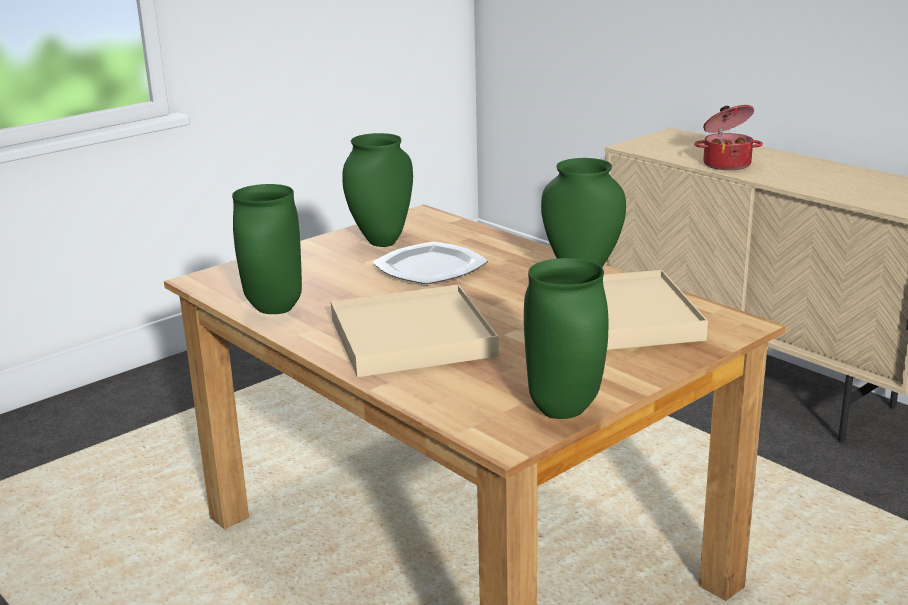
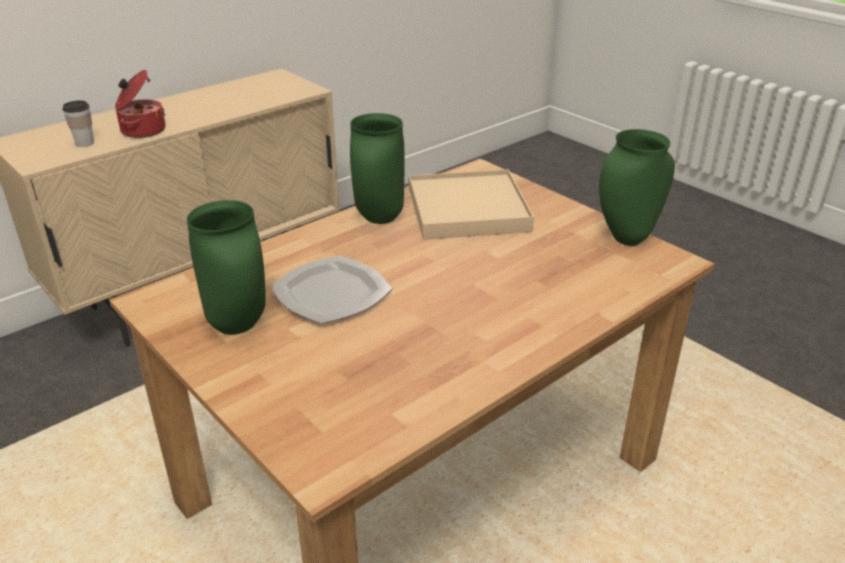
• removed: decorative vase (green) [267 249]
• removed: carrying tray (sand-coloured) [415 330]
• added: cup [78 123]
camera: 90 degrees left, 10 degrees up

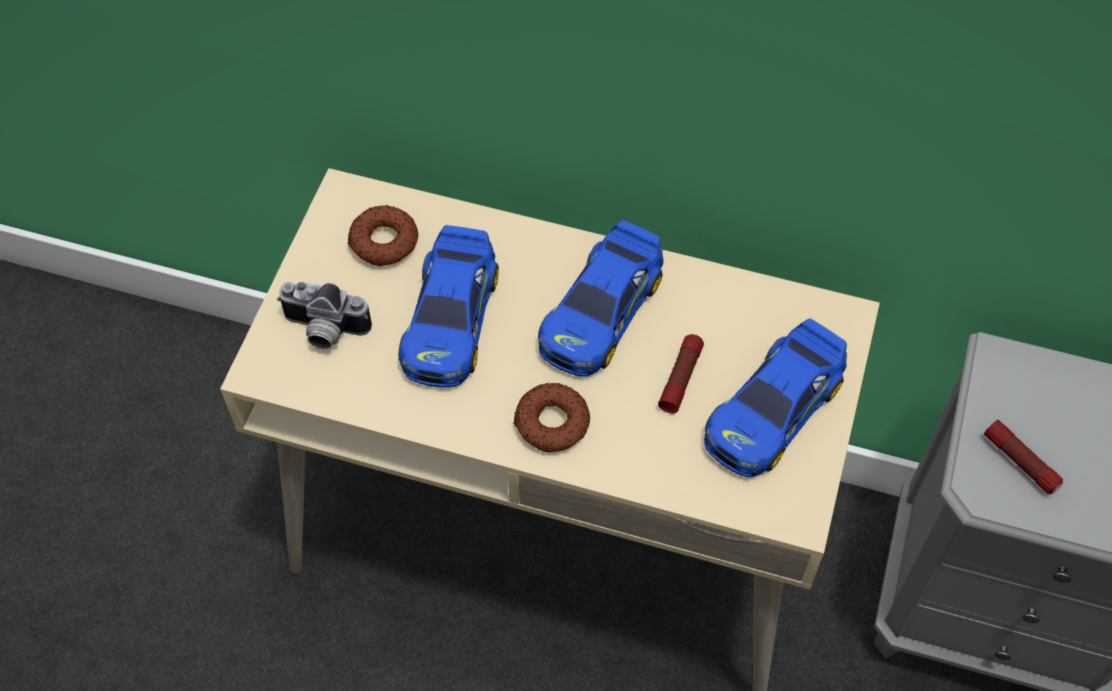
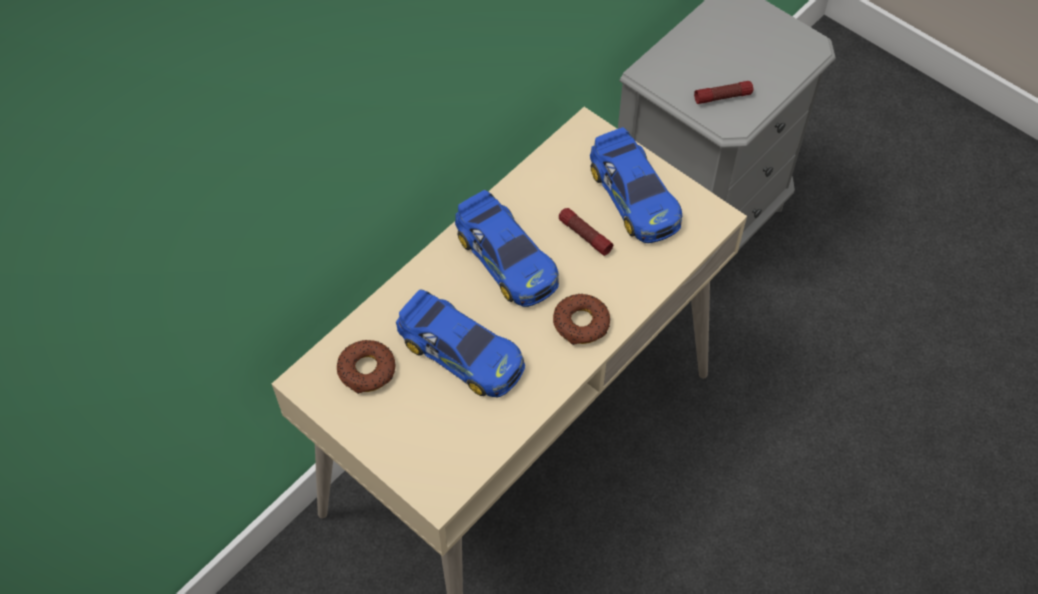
• removed: still camera [324 315]
camera: 65 degrees left, 0 degrees up

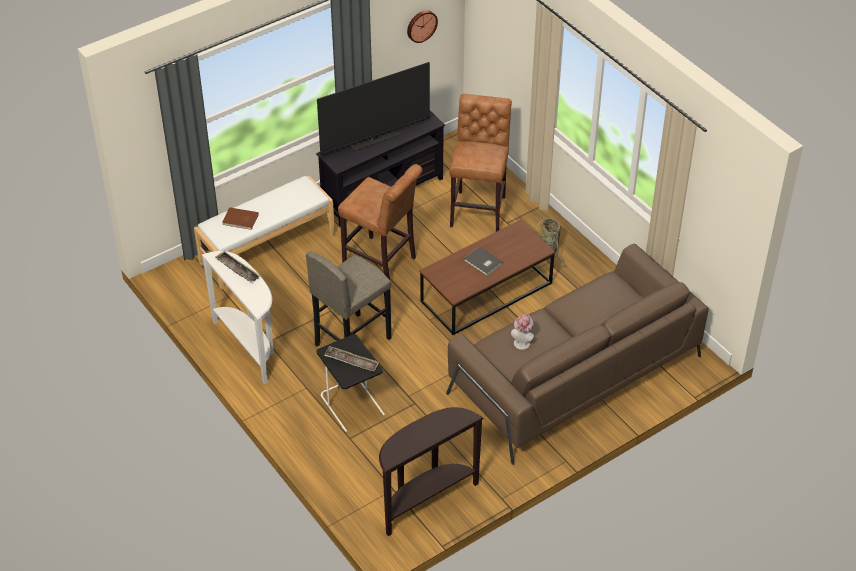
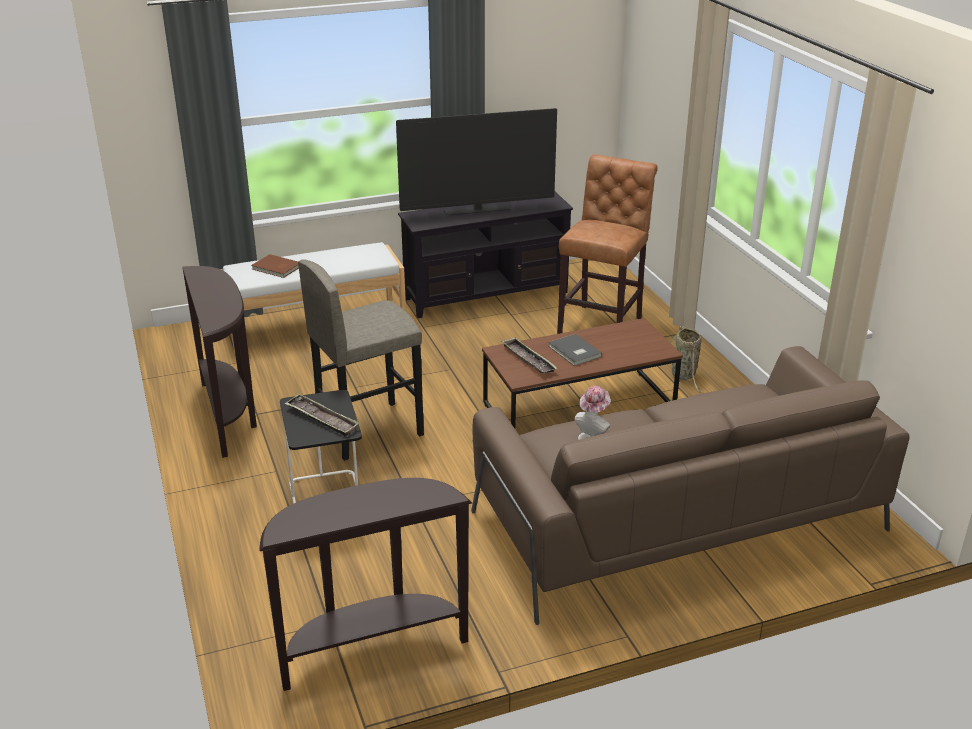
• removed: wall clock [422 26]
• removed: stool seat (brownish) [380 222]
• recoloured: console table (white) [238 317] to console table (brownish) [219 362]
• moved: carrying tray [237 266] to [529 355]
camera: 15 degrees right, 15 degrees down

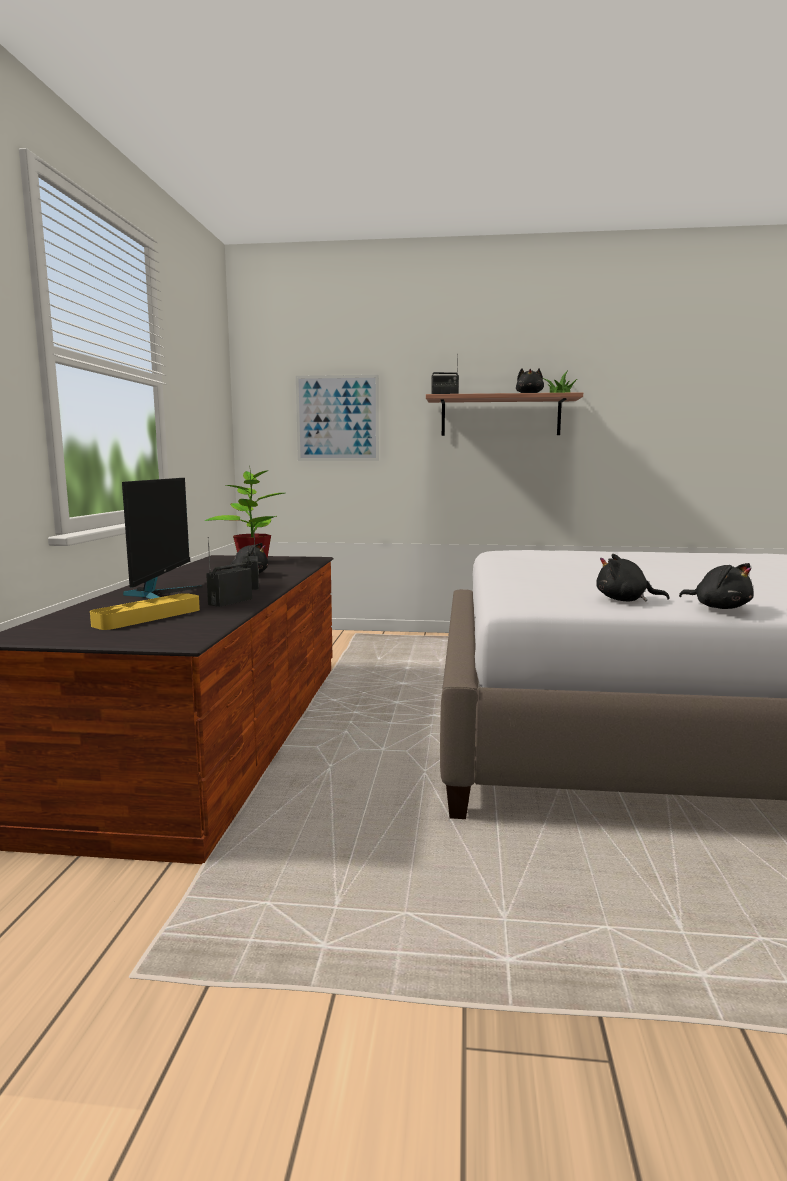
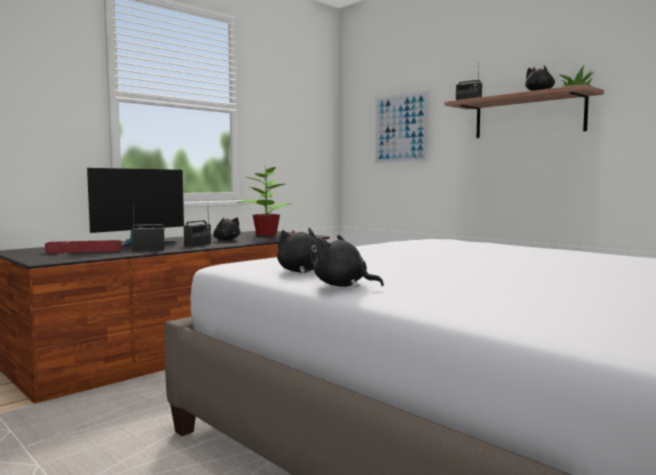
• turned: cuddly toy (black-coloured) [716 586] = [348 261] 120 degrees clockwise
• recoloured: carrying tray (yellowish) [145 611] to carrying tray (red-coloured) [83 246]
camera: 40 degrees right, 5 degrees down

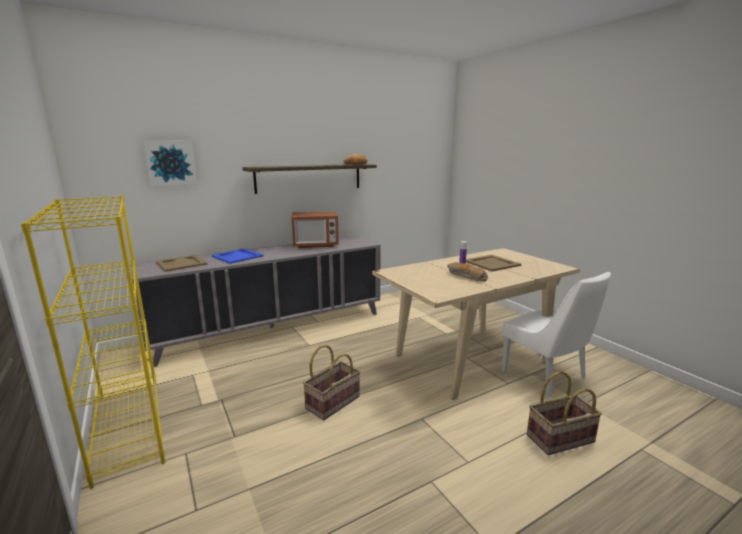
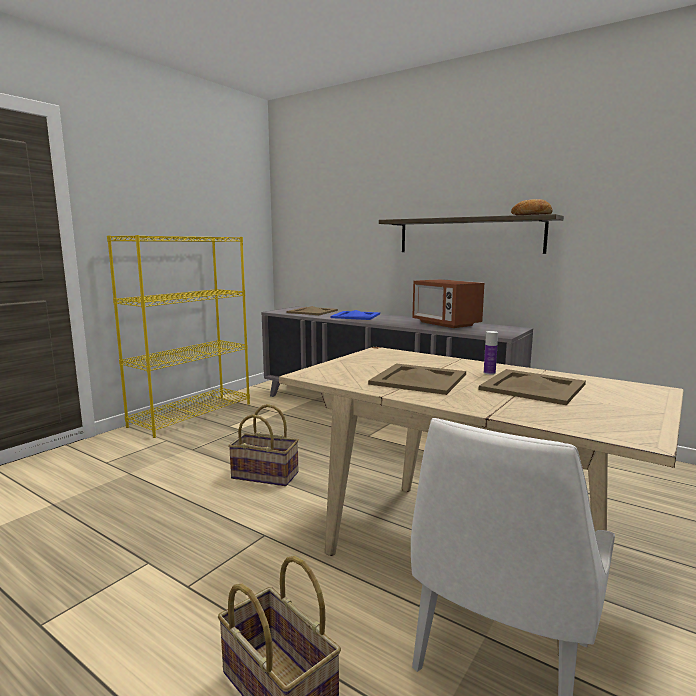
• removed: wall art [170 163]
• replaced: bakery bread [467 271] to carrying tray (sand-coloured) [417 379]
camera: 65 degrees right, 5 degrees down

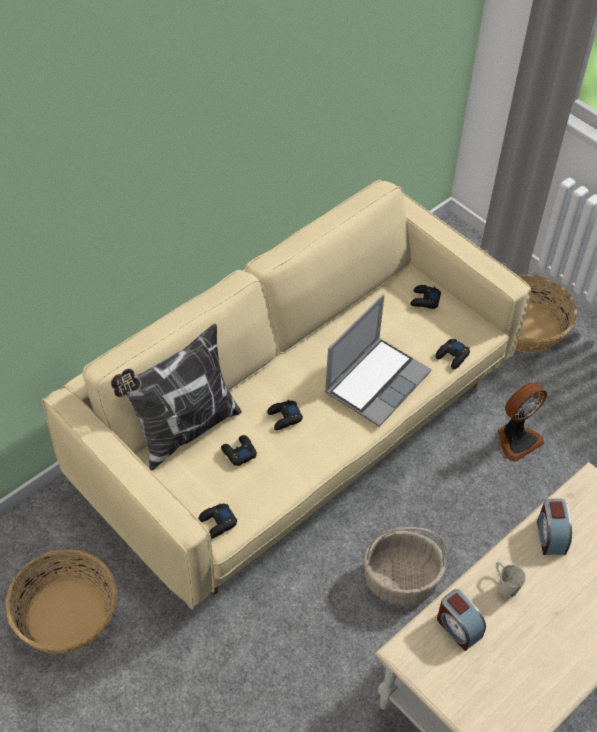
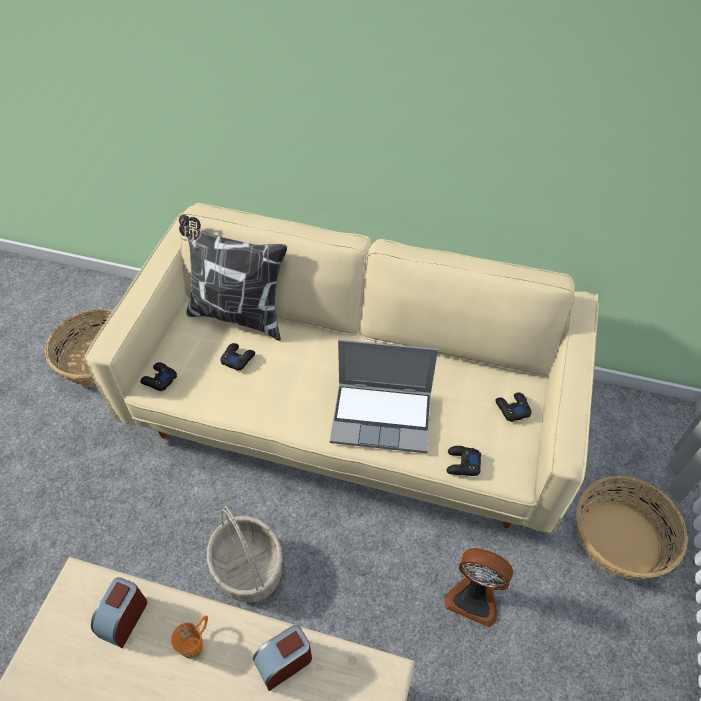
• removed: joypad (black-coloured) [285 415]
• recoloured: tea mug (white) [511 580] to tea mug (orangey) [189 637]
camera: 60 degrees right, 0 degrees up

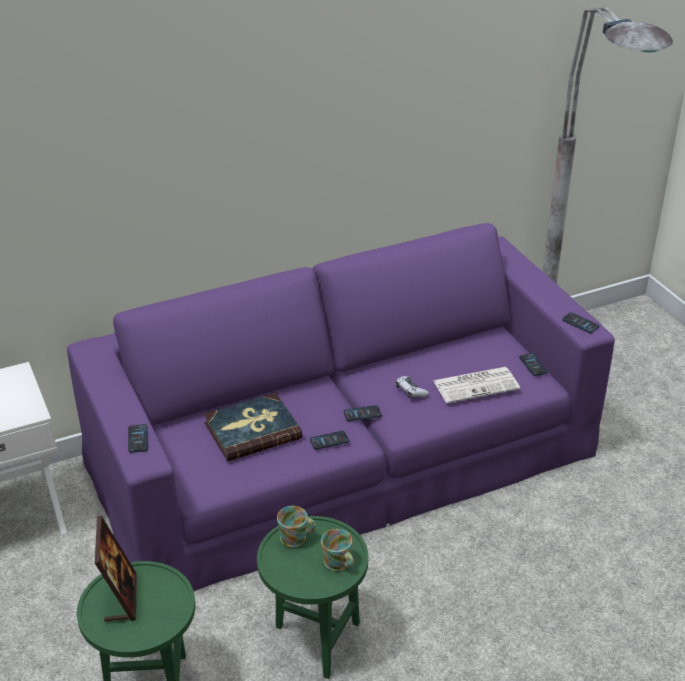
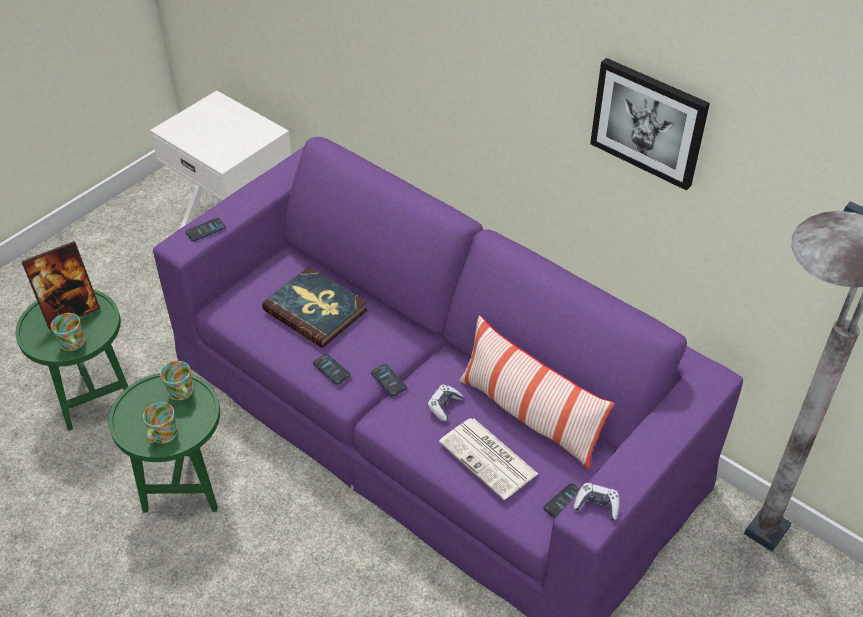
• replaced: phone [580 322] to joypad [597 501]
• added: wall art [650 124]
• added: tea mug [68 332]
• added: cushion [537 392]
camera: 65 degrees right, 10 degrees up

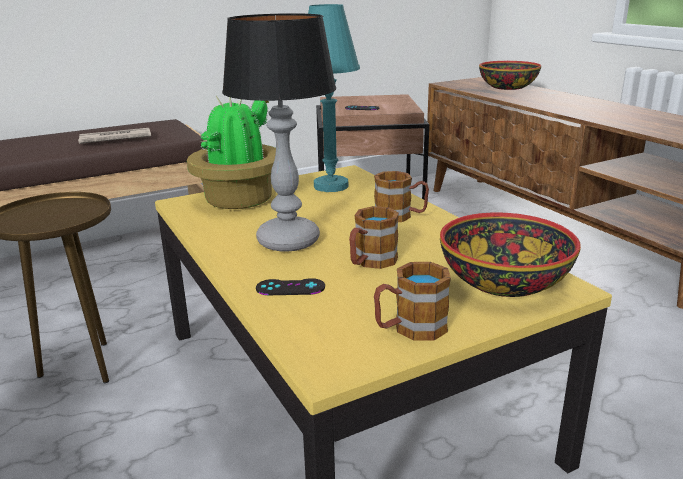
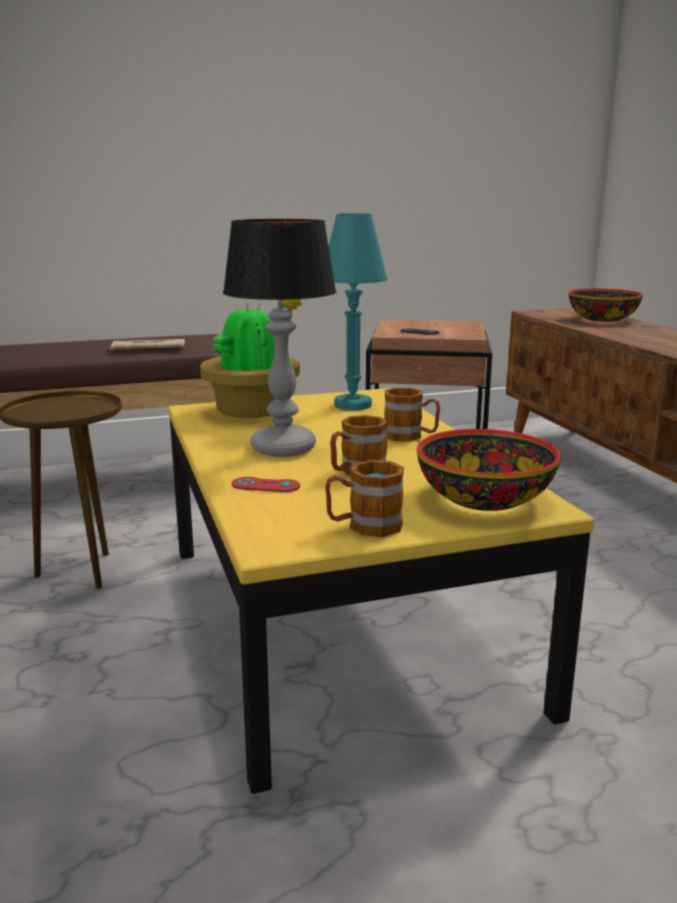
• recoloured: joypad (black-coloured) [290 286] to joypad (red-coloured) [266 484]
camera: 10 degrees right, 5 degrees down

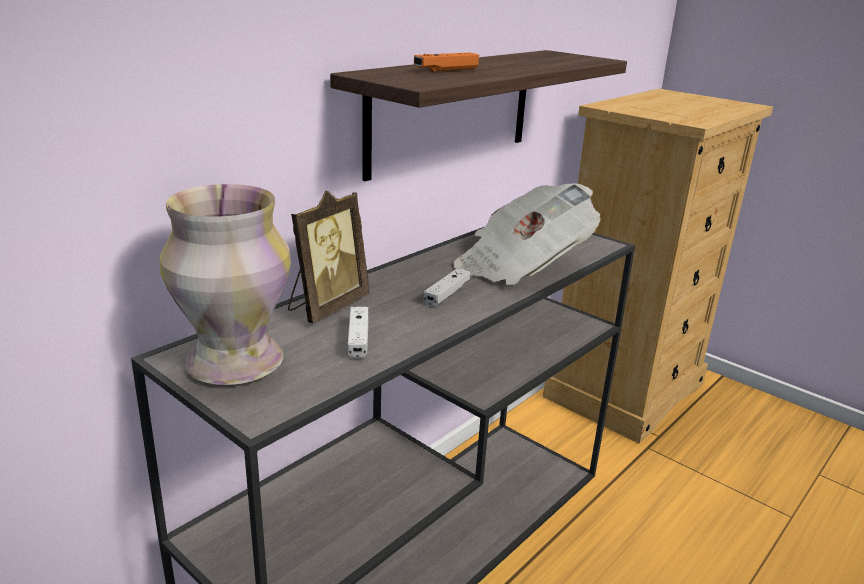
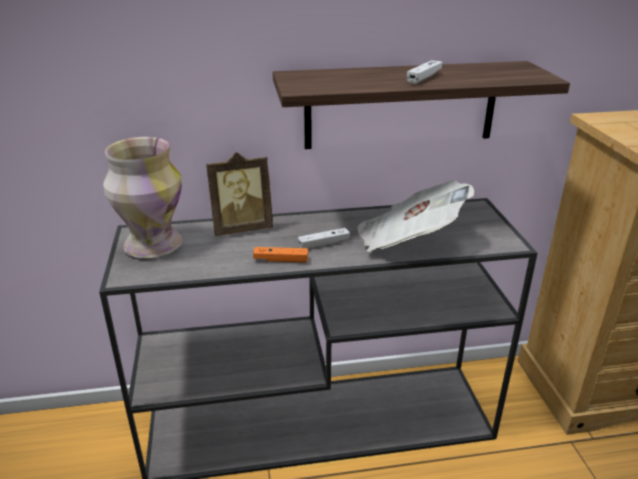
• moved: joypad (orangey) [446 62] to [280 254]
• moved: joypad (white) [358 332] to [425 72]
camera: 40 degrees right, 5 degrees up

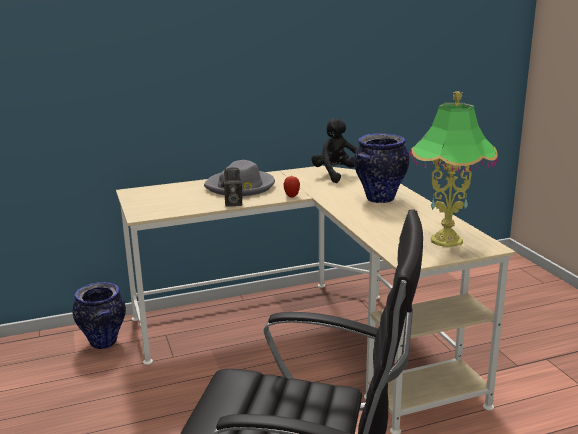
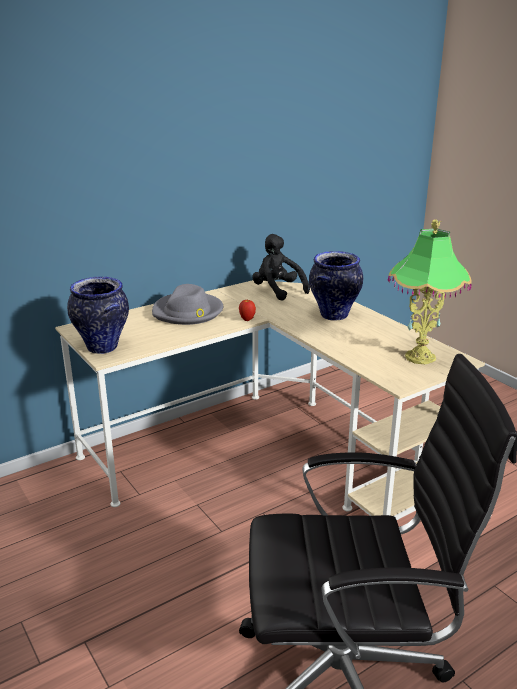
• removed: still camera [232 187]
• moved: decorative vase [99 315] to [98 315]
camera: 15 degrees left, 5 degrees up

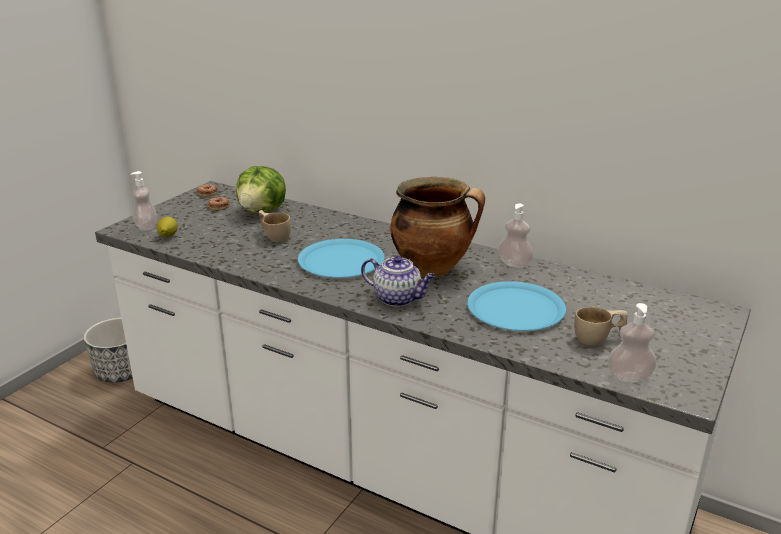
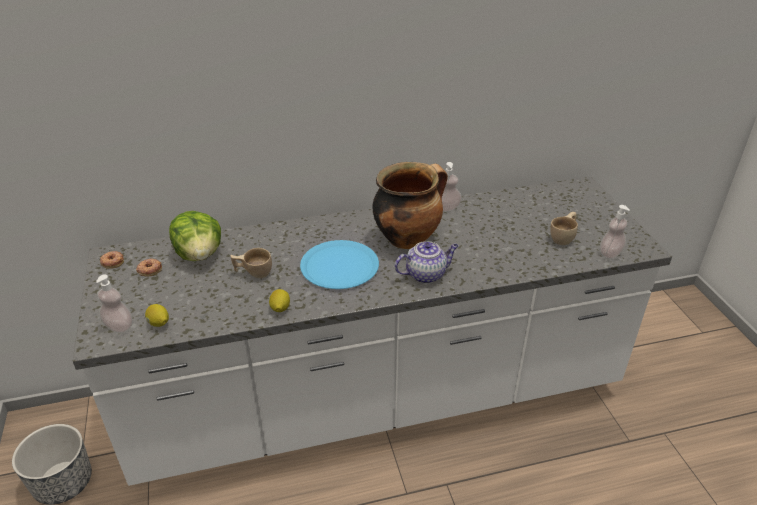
• removed: flat dish (bluish) [516 306]
• added: lemon [279 300]
camera: 45 degrees left, 10 degrees up

